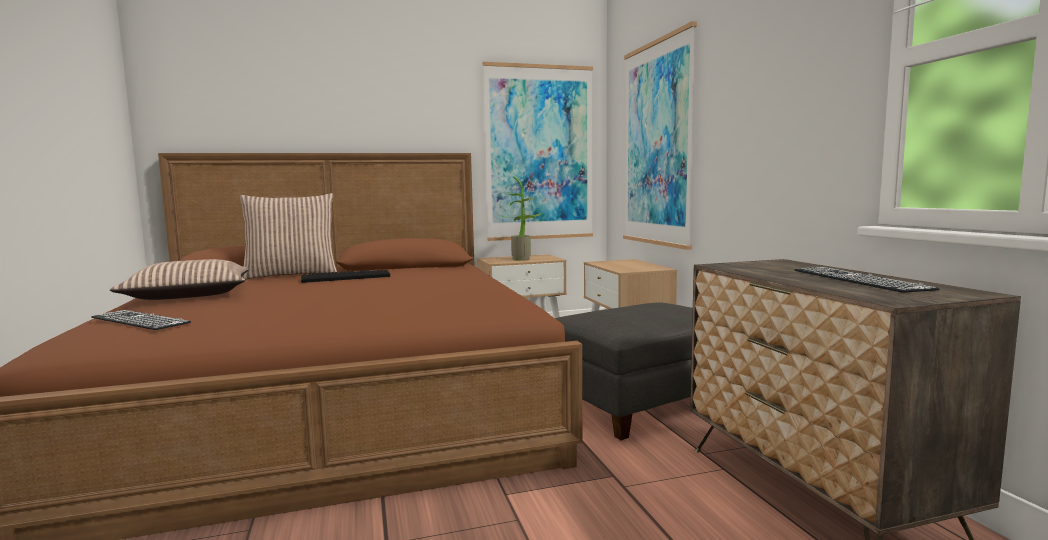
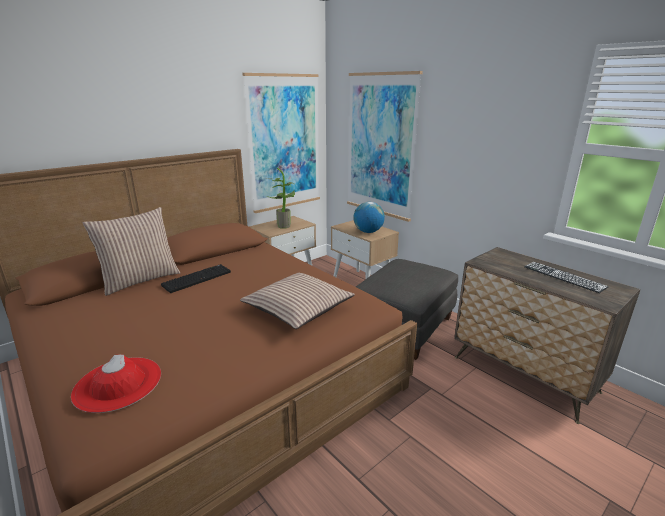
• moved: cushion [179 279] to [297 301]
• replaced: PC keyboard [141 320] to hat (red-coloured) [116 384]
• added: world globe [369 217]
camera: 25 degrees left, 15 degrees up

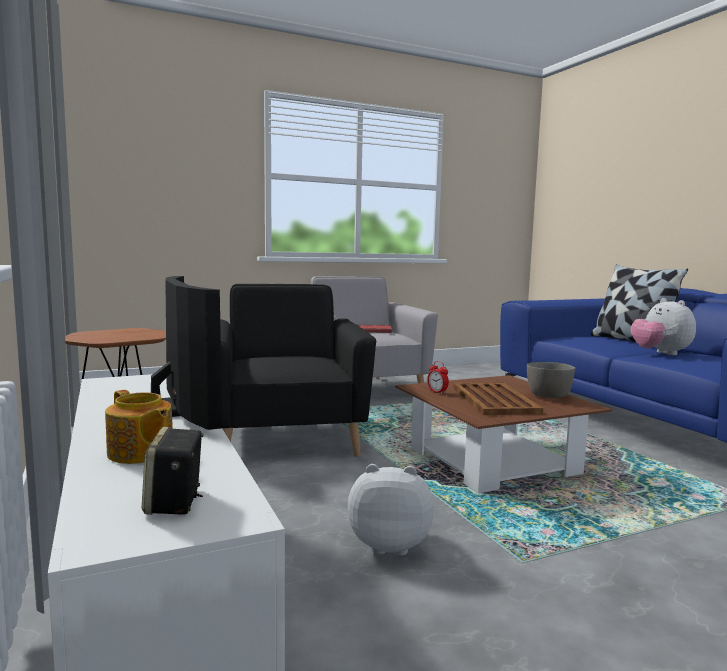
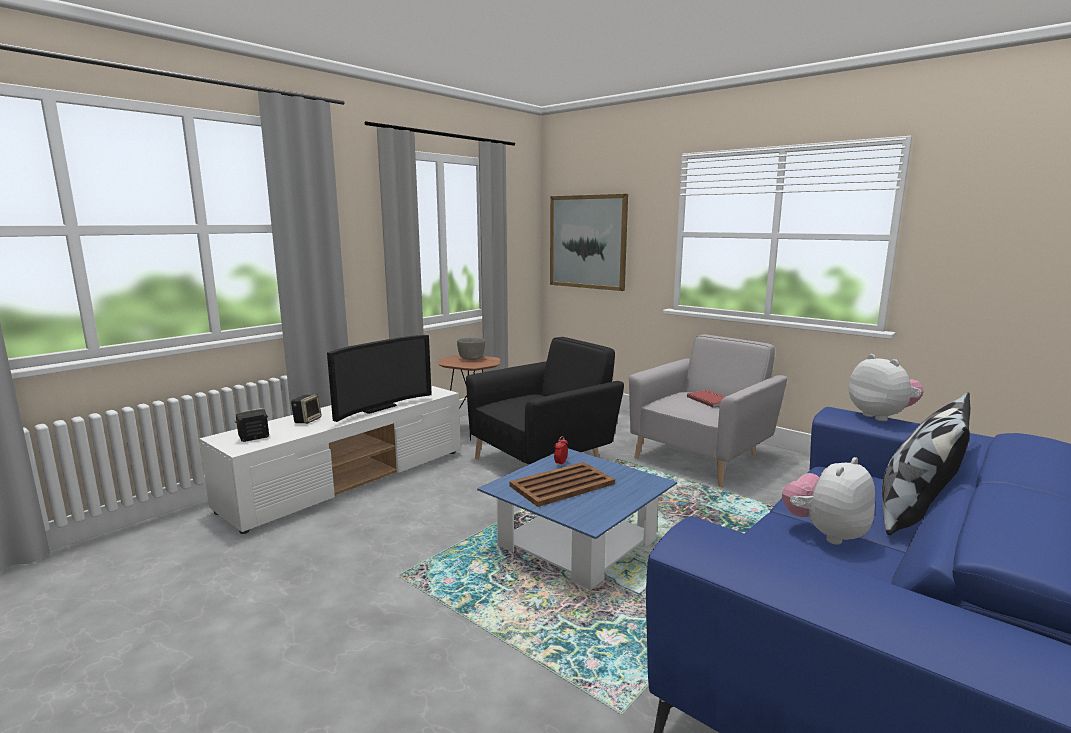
• moved: bowl (gray) [551 380] to [471 349]
• recoloured: lounge table (brownish) [503 434] to lounge table (bluish) [577 519]
• replaced: teapot [139 427] to speaker [306 409]
• moved: cuddly toy [391 510] to [886 387]
• added: wall art [589 242]
camera: 65 degrees right, 5 degrees up

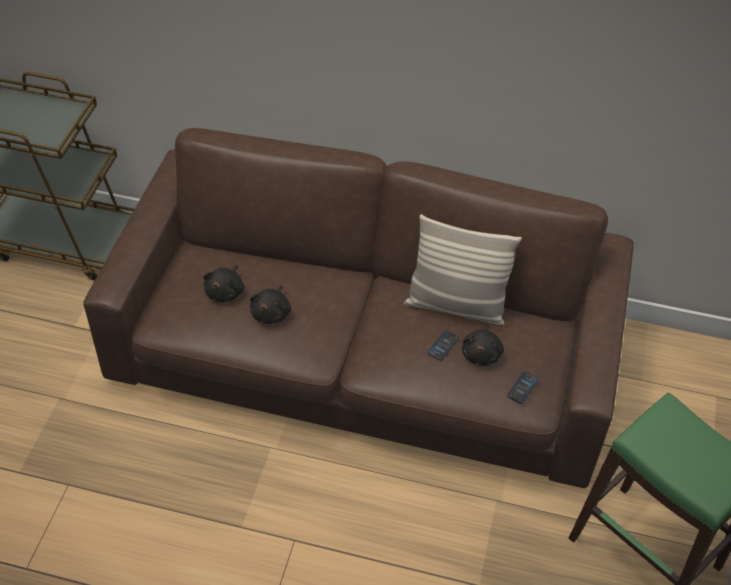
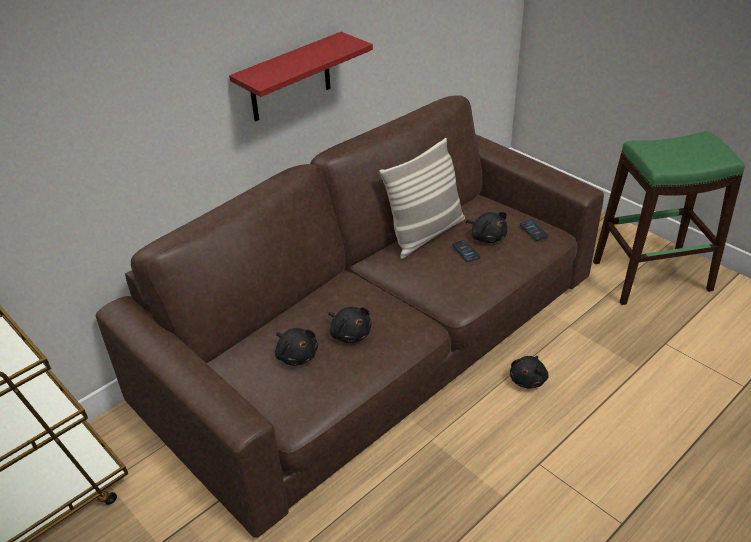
• added: shelf (red-coloured) [301 76]
• added: cuddly toy (black-coloured) [529 372]
camera: 55 degrees left, 10 degrees down

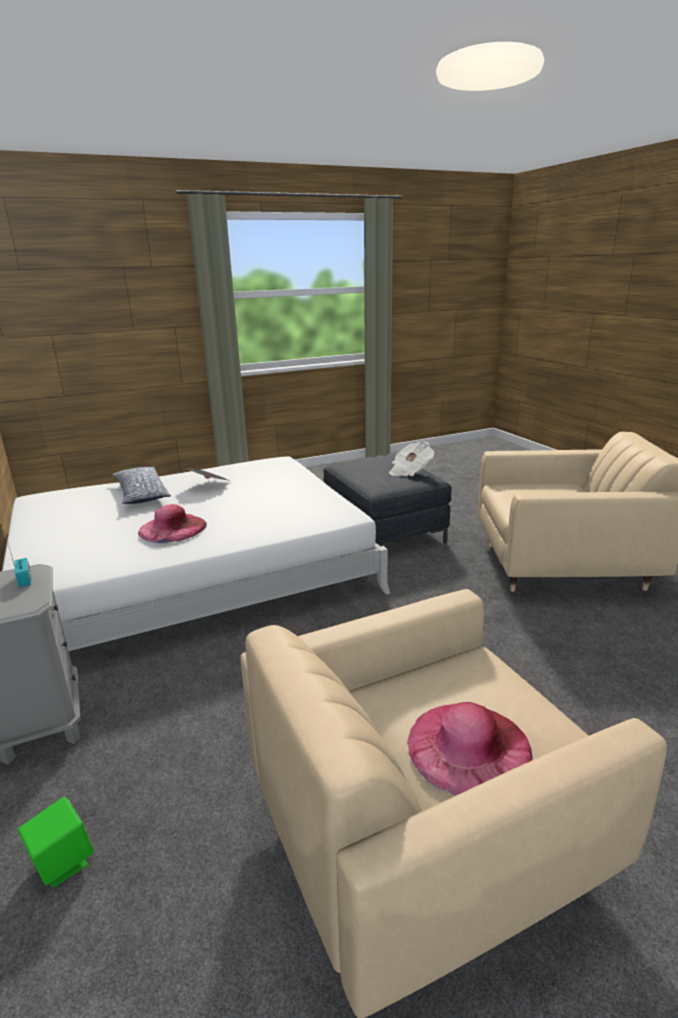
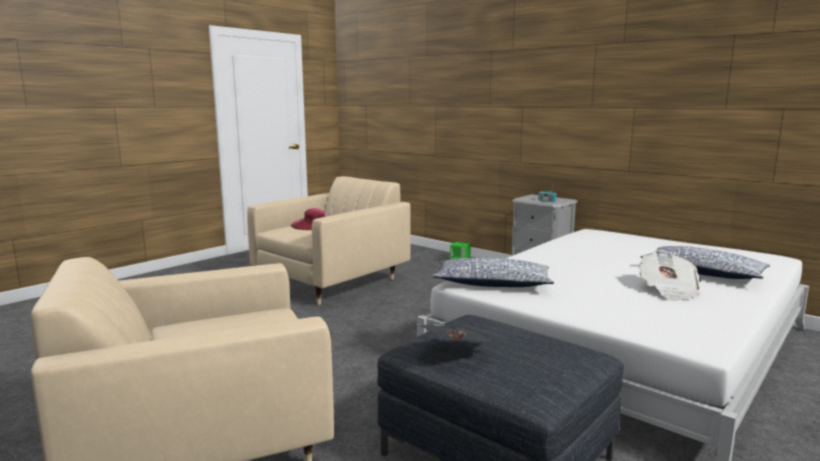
• removed: hat (pinkish) [172 523]
• added: cushion [493 272]
camera: 155 degrees right, 10 degrees down

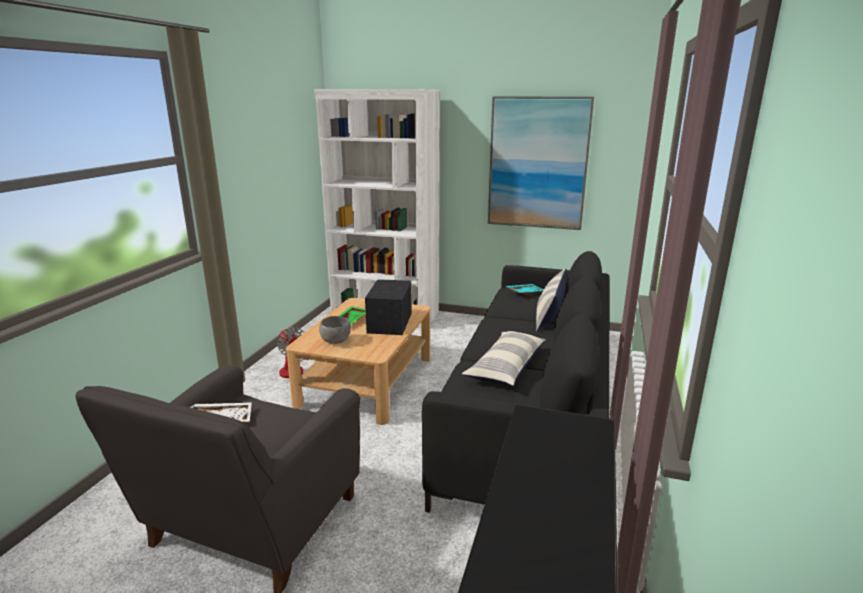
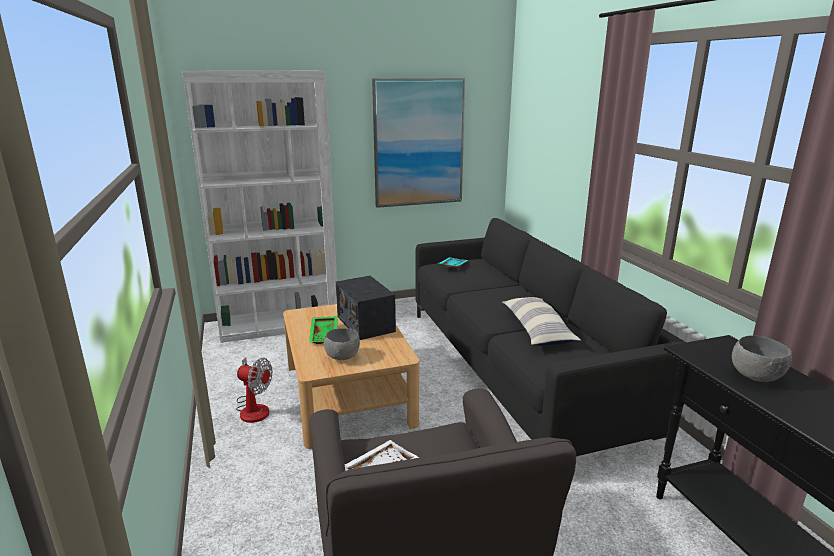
• removed: cushion [551 299]
• added: bowl (gray) [762 358]
camera: 35 degrees left, 0 degrees up

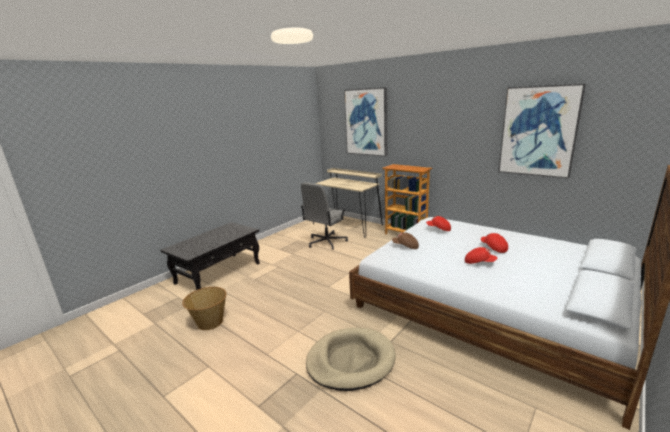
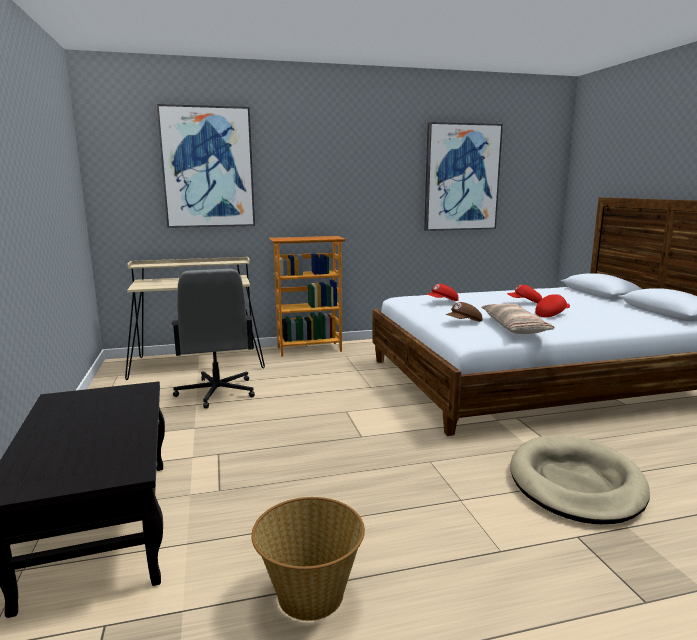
• added: cushion [517 319]
camera: 55 degrees left, 5 degrees down

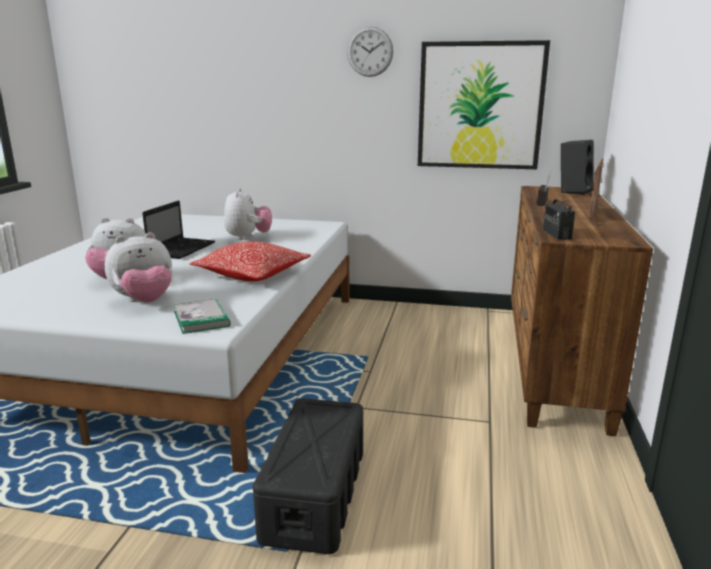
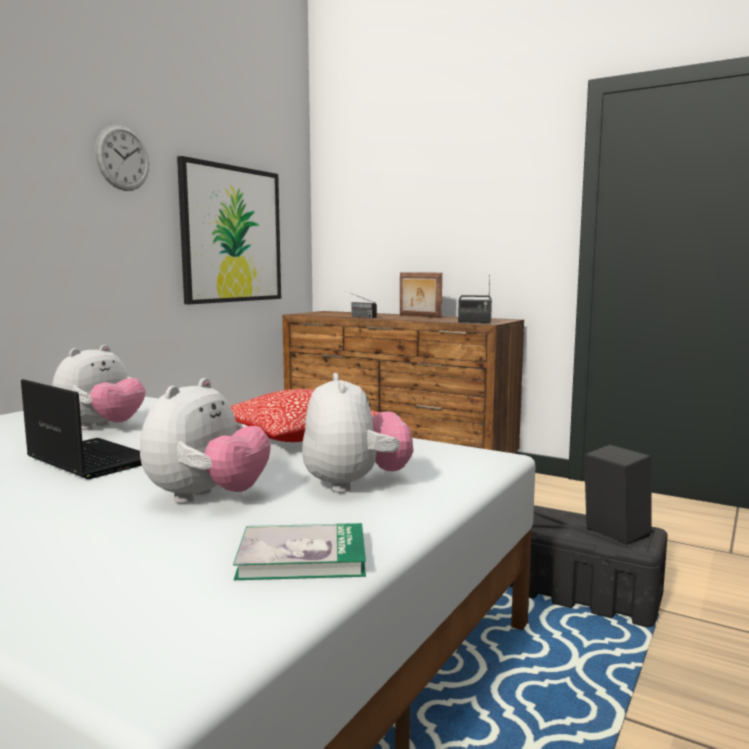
• moved: speaker (black-coloured) [577 167] to [618 494]
• turned: cuddly toy [248 214] = [99 387] 105 degrees clockwise
• moved: bound book [202 316] to [299 551]
camera: 70 degrees left, 10 degrees down

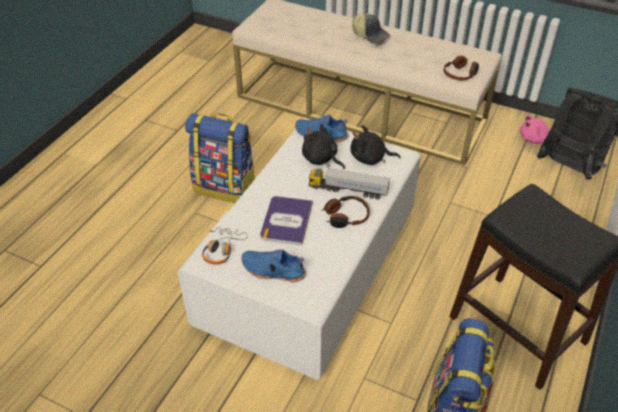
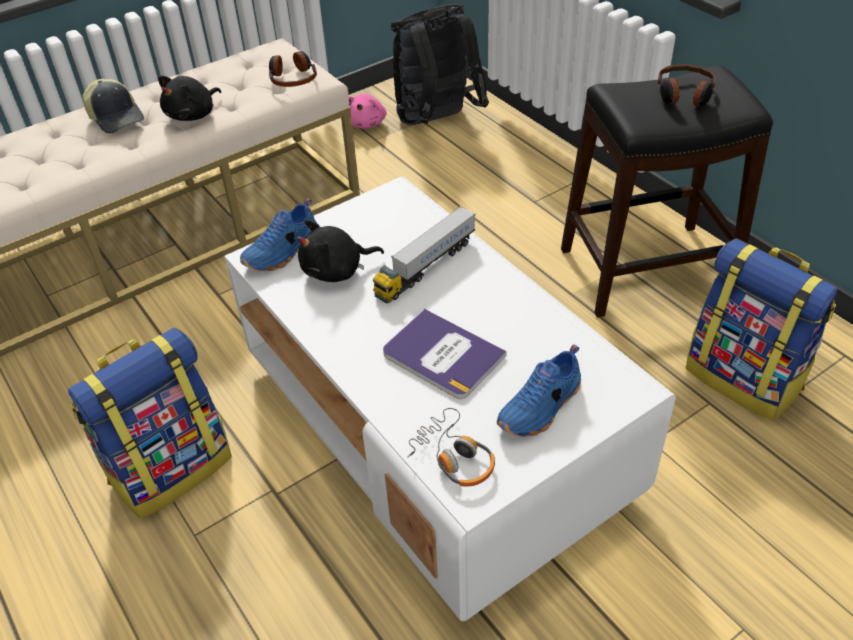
• turned: cap [371 28] = [113 106] 75 degrees clockwise
• moved: cuddly toy (black-coloured) [375 145] to [189 98]
• moved: headphones [345 212] to [686 85]
camera: 60 degrees left, 0 degrees up

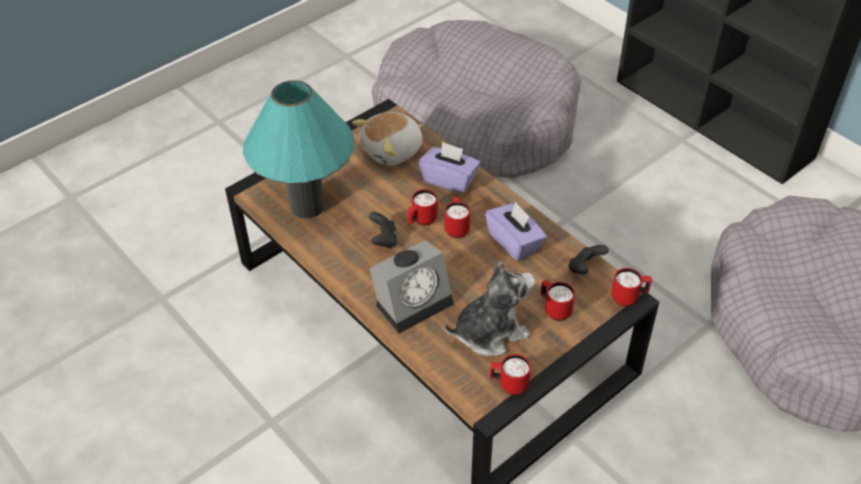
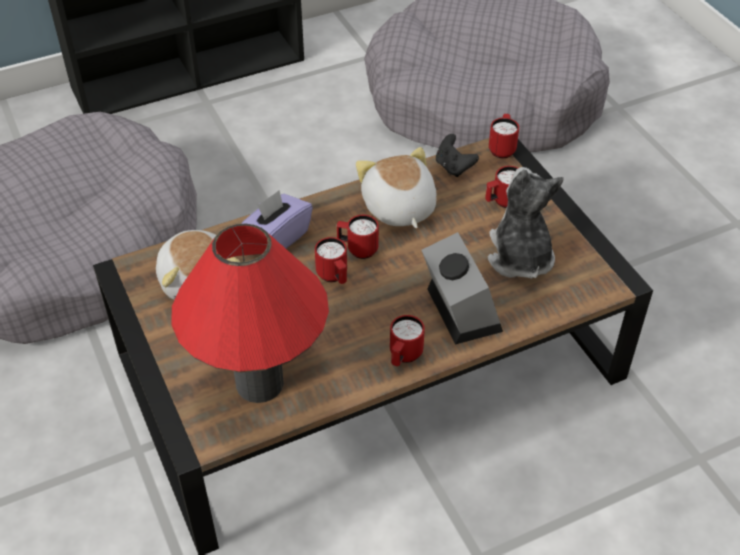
• recoloured: table lamp (turquoise) [298 149] to table lamp (red-coloured) [250 313]
• replaced: tissue box (purple) [516 231] to cuddly toy [396 187]
• removed: joypad (black-coloured) [383 230]
• moved: tea mug (red-coloured) [510 374] to [407 340]
camera: 75 degrees left, 0 degrees up

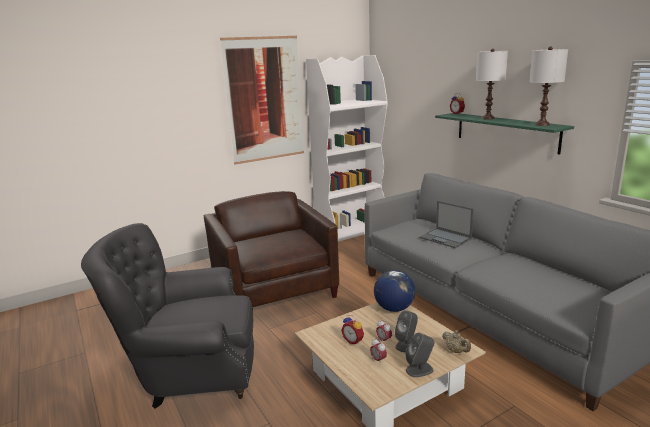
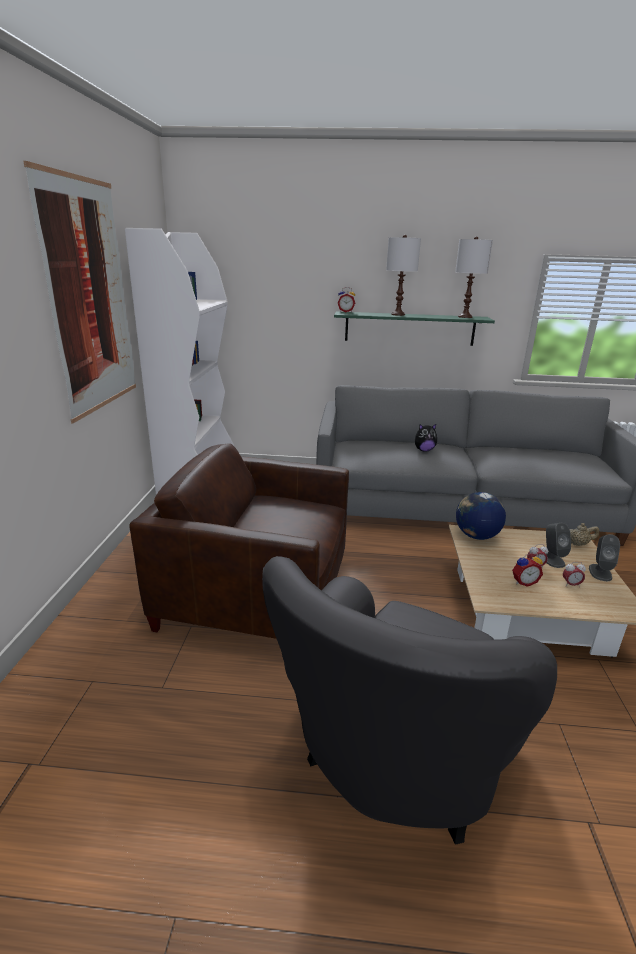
• replaced: notebook computer [446 224] to cuddly toy [426 438]
camera: 55 degrees left, 5 degrees up

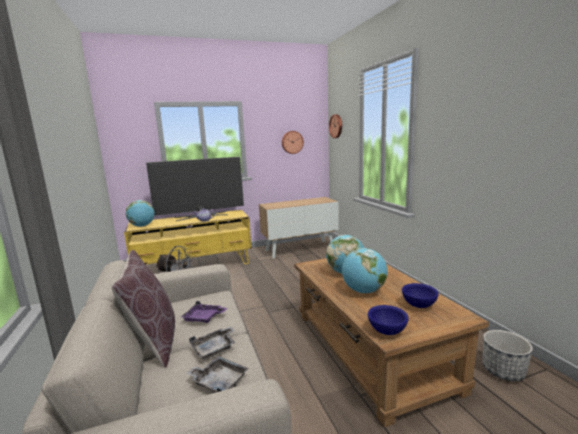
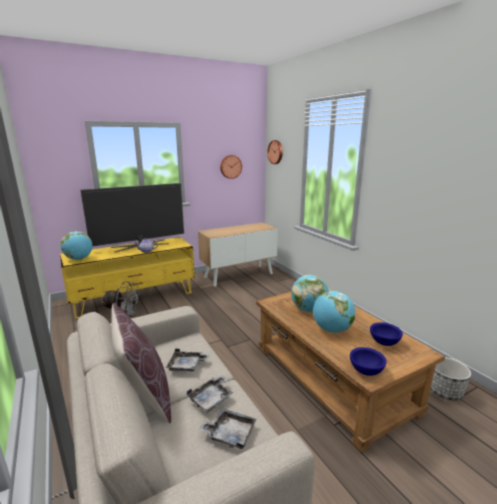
• recoloured: carrying tray (purple) [204 312] to carrying tray (gray) [188 360]
camera: 10 degrees left, 5 degrees up

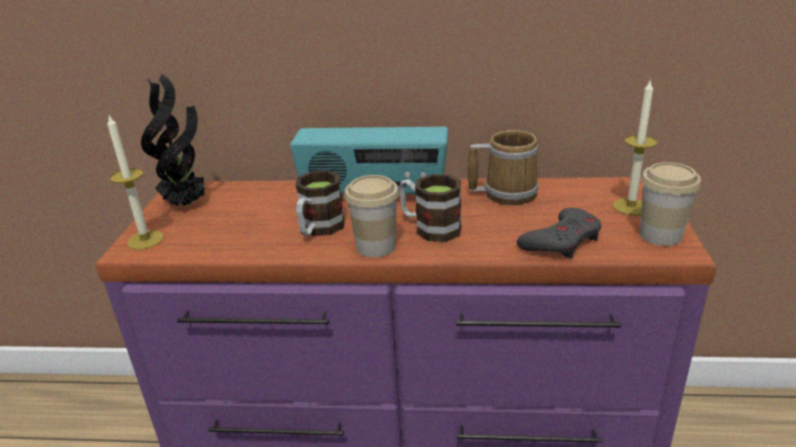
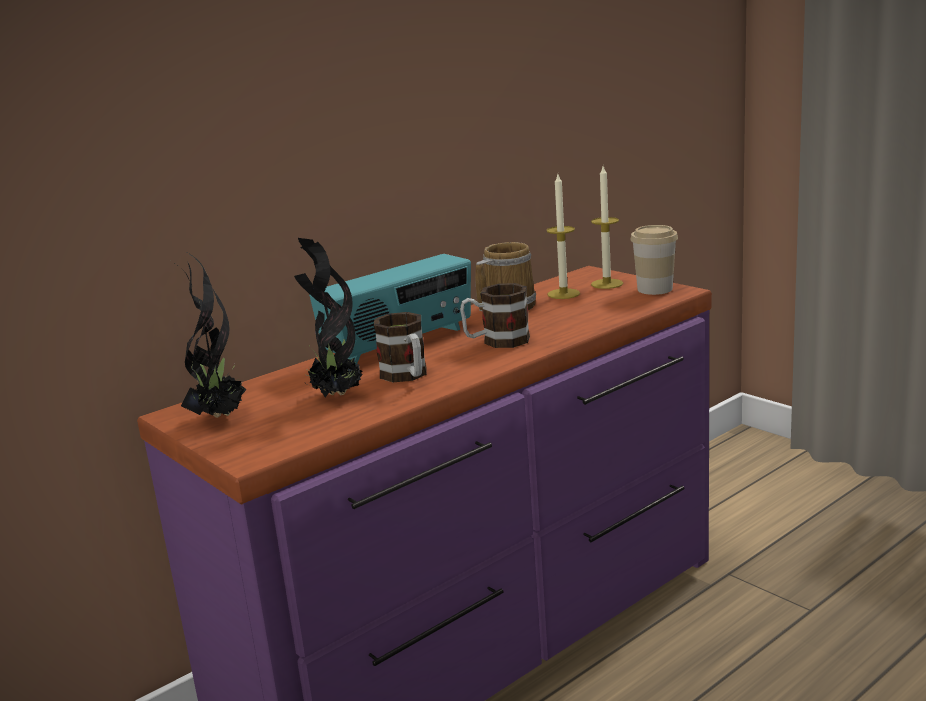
• moved: wax light [135 183] to [563 236]
• removed: cup [371 216]
• removed: joypad (gray) [559 233]
• added: houseplant [328 317]
camera: 45 degrees left, 10 degrees down

